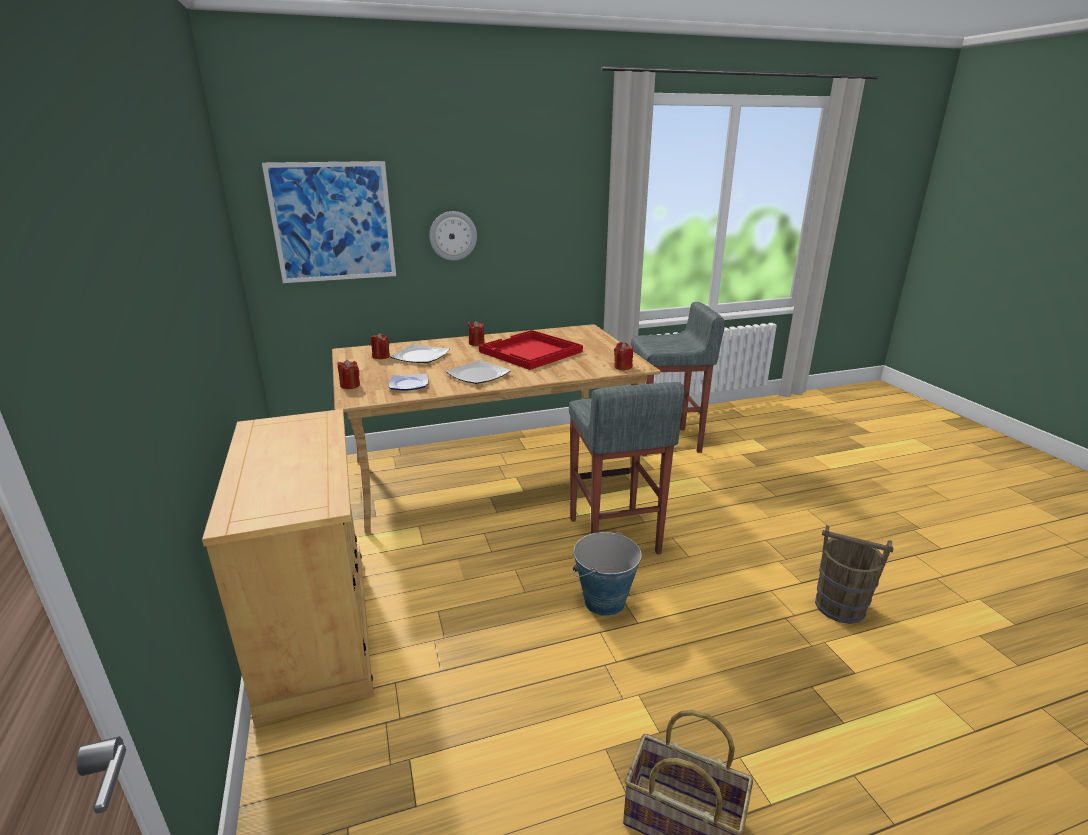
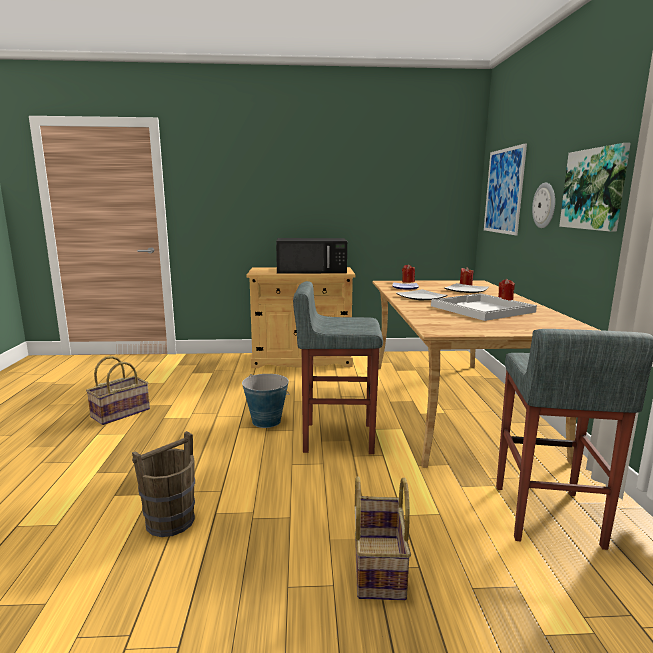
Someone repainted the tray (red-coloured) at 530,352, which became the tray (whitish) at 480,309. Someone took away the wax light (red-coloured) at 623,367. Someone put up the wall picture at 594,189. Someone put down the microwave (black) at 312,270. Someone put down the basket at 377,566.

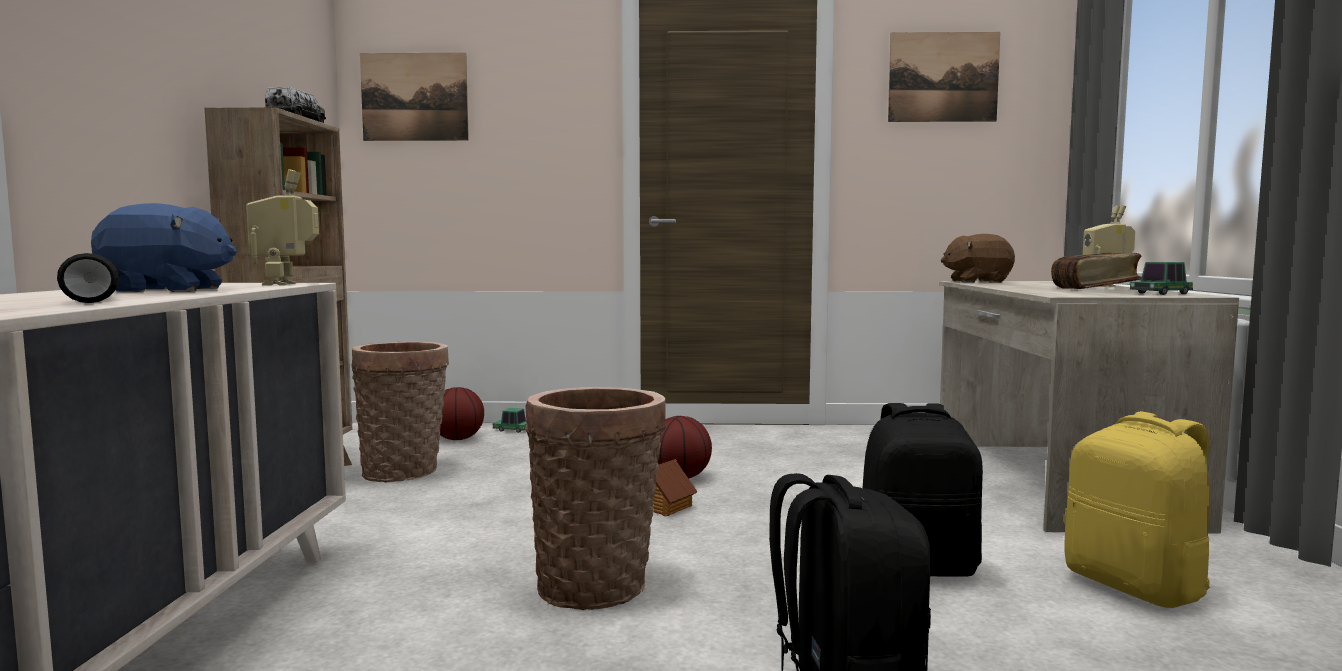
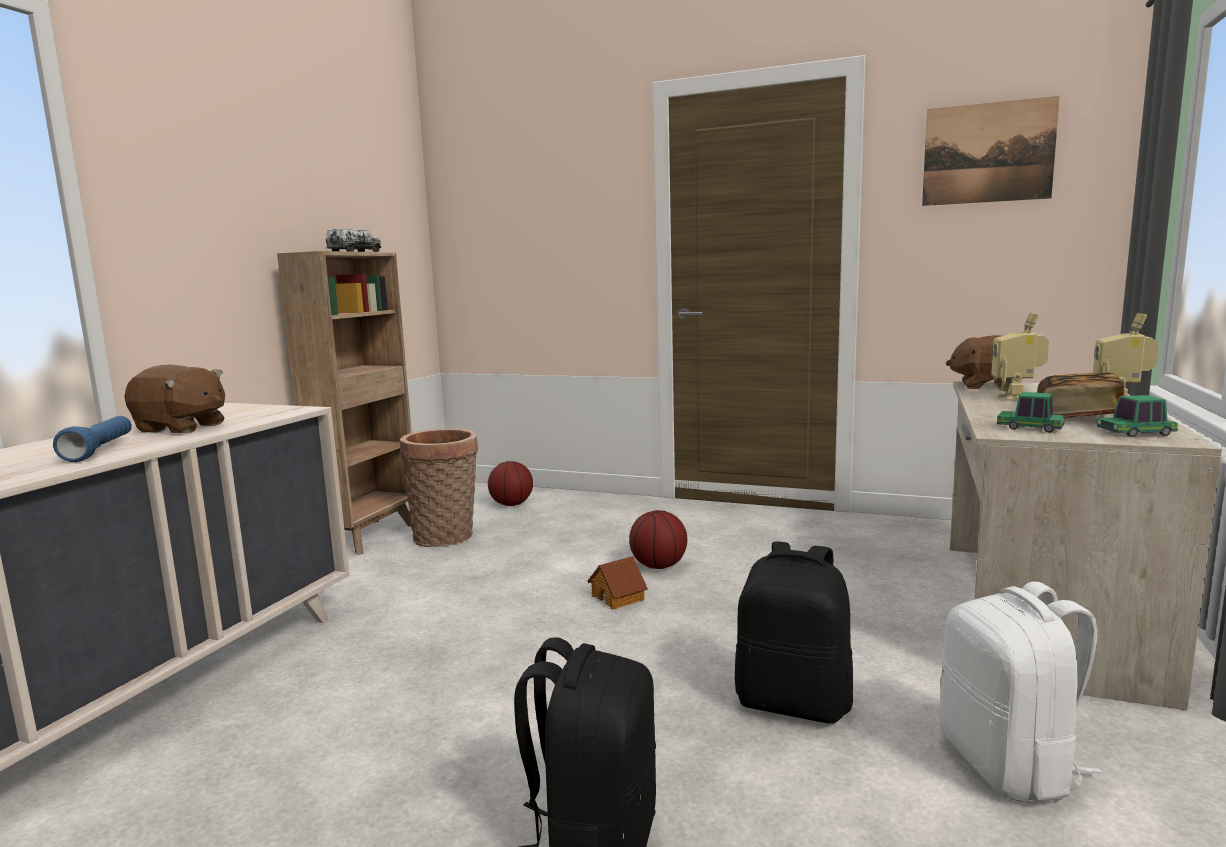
Someone took away the wall picture at 414,97. Someone carried the toy robot from 287,284 to 1016,398. Someone repainted the plush toy (blue) at 167,290, which became the plush toy (brownish) at 181,428. Someone repainted the hand torch (black) at 97,299, which became the hand torch (blue) at 100,450. Someone took away the basket at 597,584. Someone carried the toy car from 512,430 to 1030,428. Someone repainted the knapsack (yellow) at 1136,586, which became the knapsack (whitish) at 1010,766.

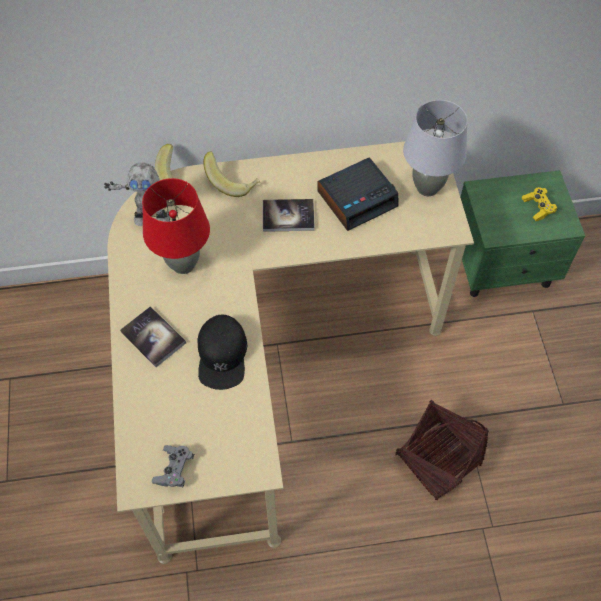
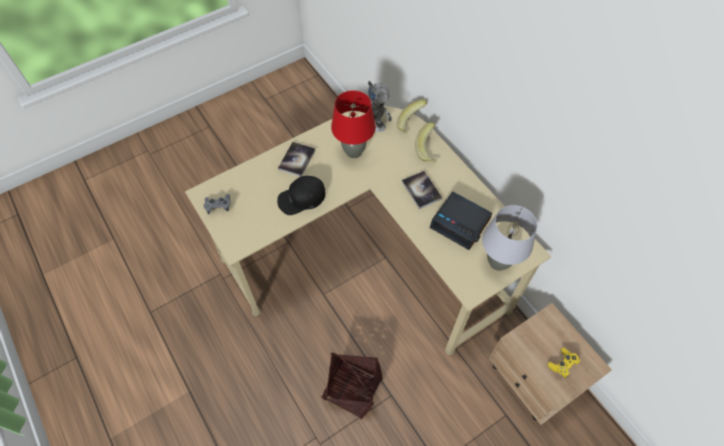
Someone repainted the night table (green-coloured) at 504,265, which became the night table (beige-coloured) at 533,379.

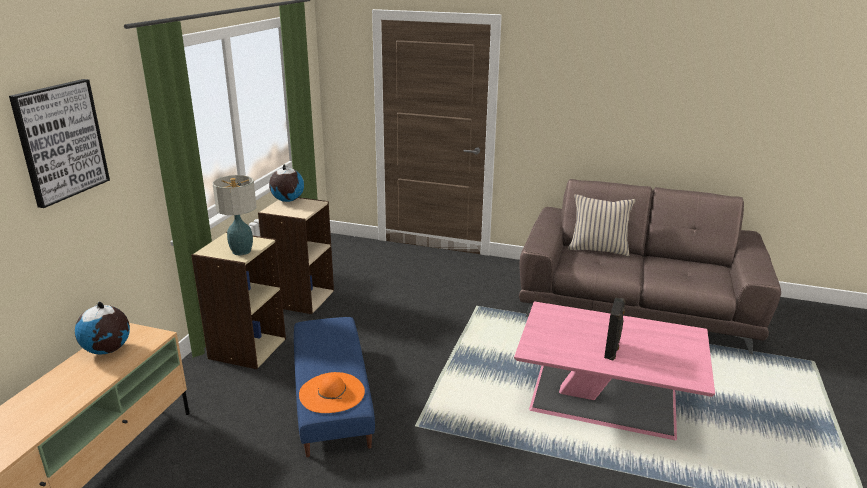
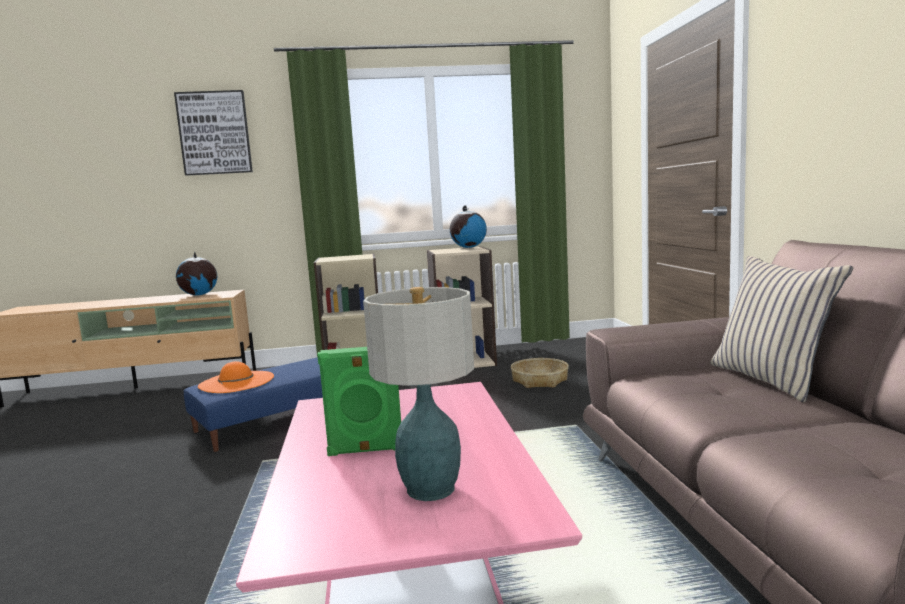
Someone carried the tabletop lamp from 241,251 to 432,489. Someone repainted the speaker (black) at 612,350, which became the speaker (green-coloured) at 366,450. Someone put down the basket at 540,380.

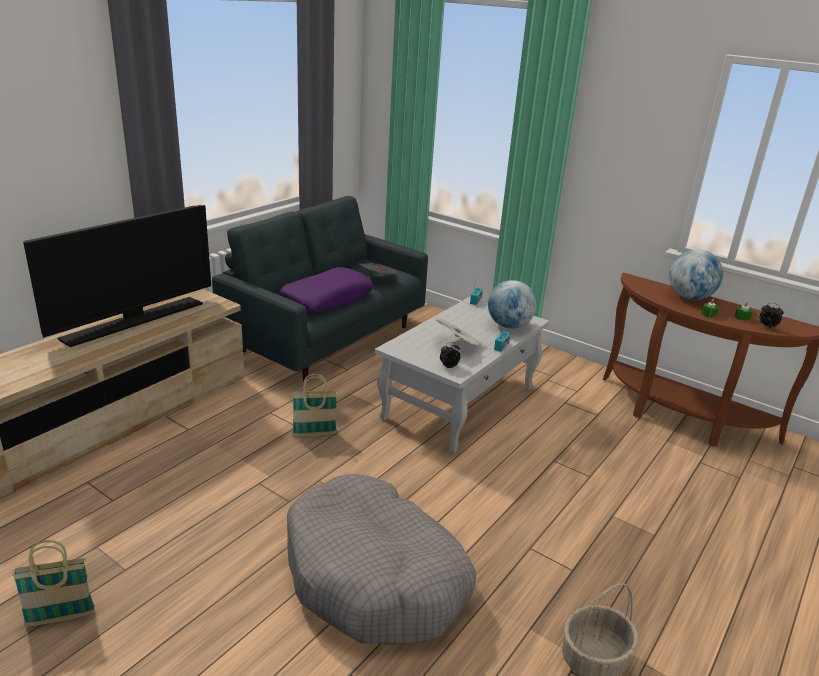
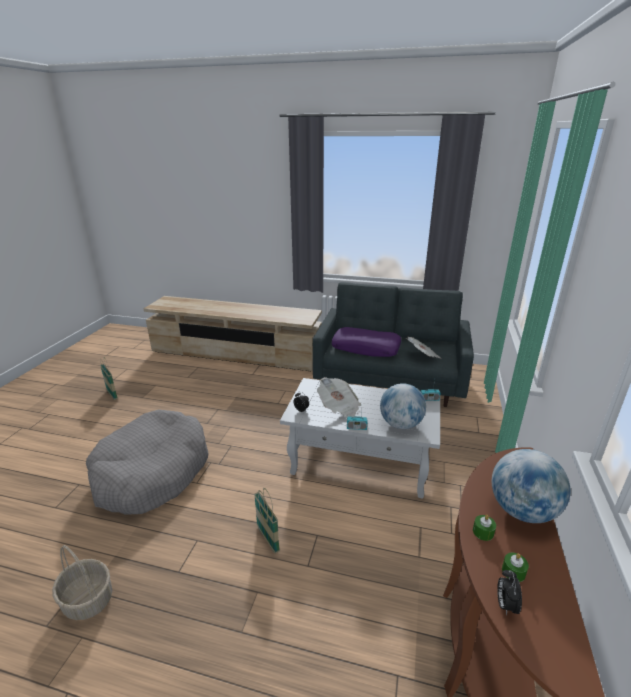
Someone took away the TV set at 134,320. Someone carried the basket from 314,434 to 268,538.

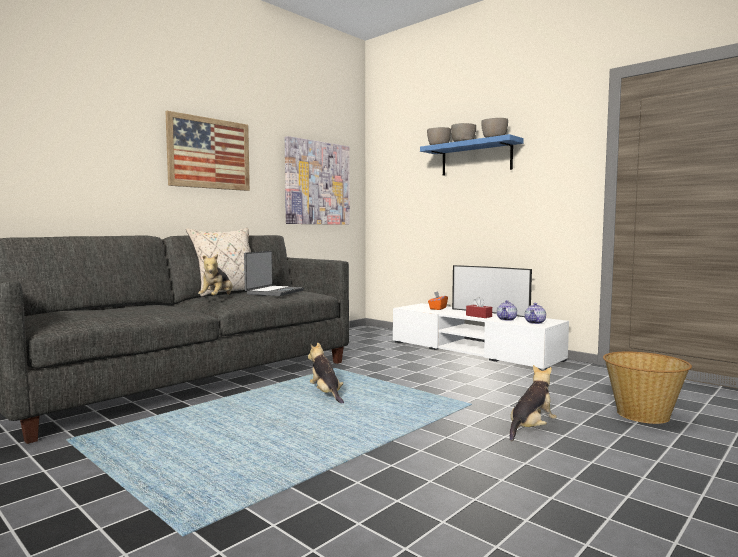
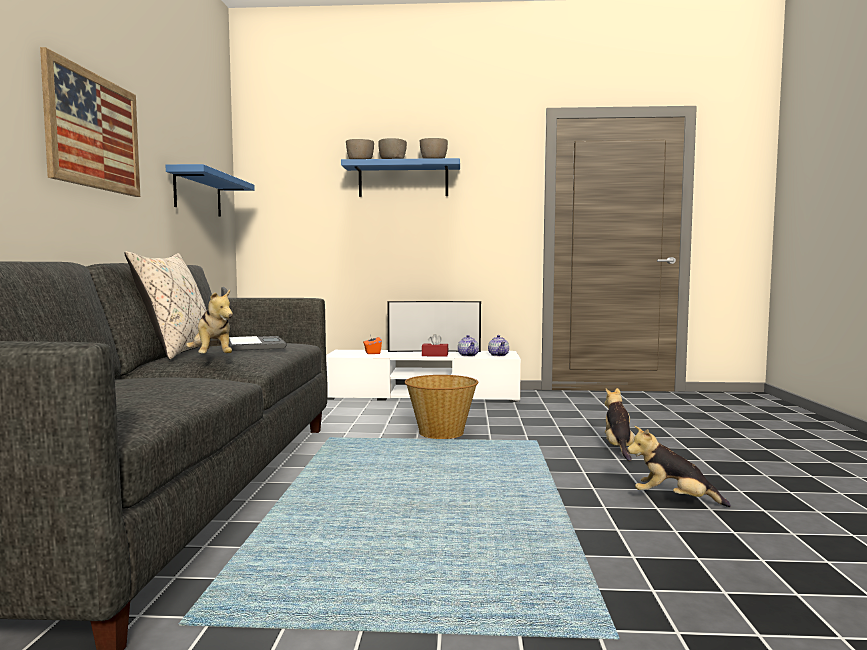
Someone swapped the wall picture at 317,183 for the wall shelf (blue) at 198,194. Someone carried the plush toy from 326,394 to 673,500. Someone carried the basket from 643,414 to 441,432.

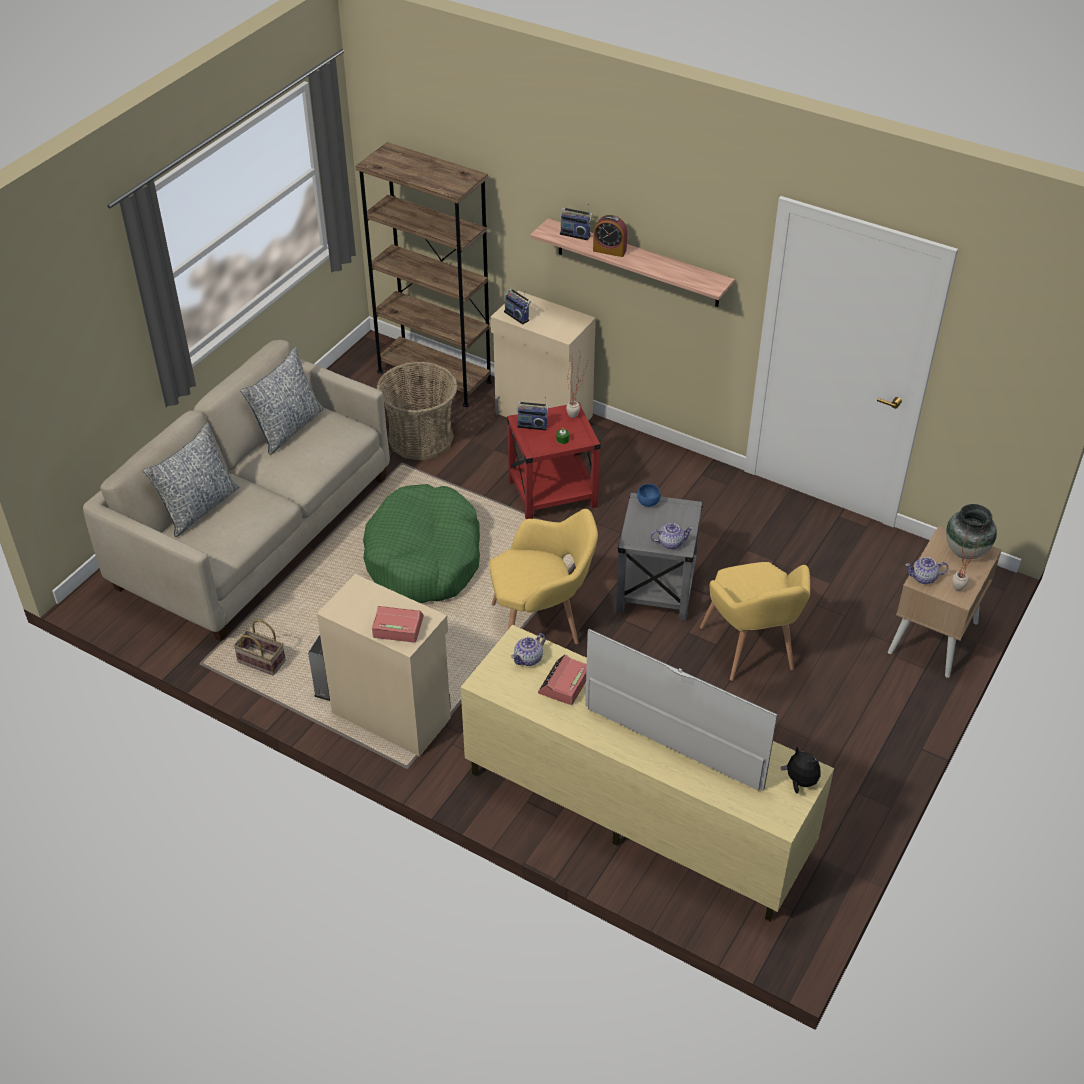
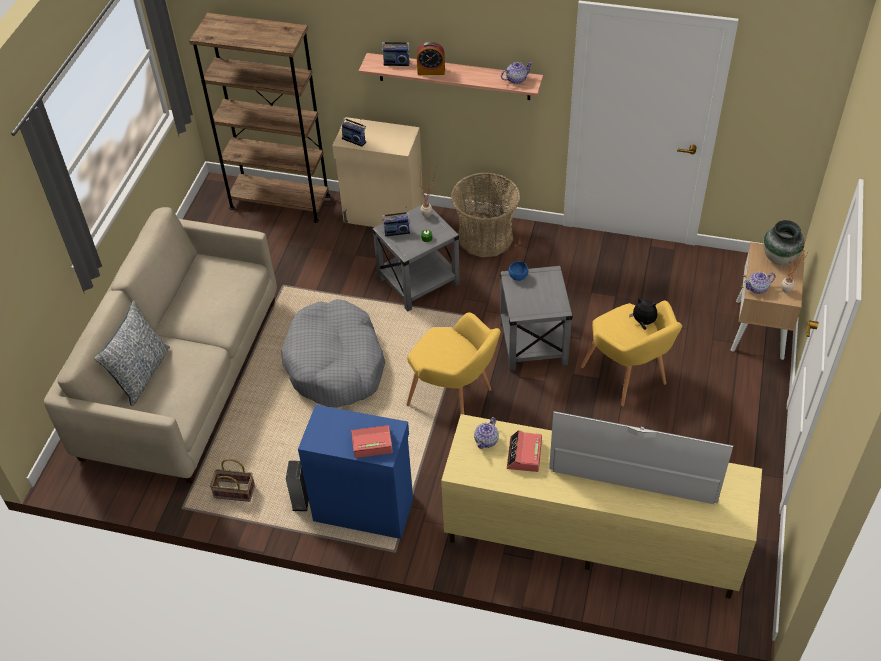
Someone took away the pillow at 288,428. Someone carried the basket from 420,438 to 485,237. Someone repainted the accent table (red-coloured) at 553,493, which became the accent table (grey) at 419,281. Someone repainted the dog cushion (green-coloured) at 424,558, which became the dog cushion (grey) at 335,364. Someone rotated the armchair (yellow) at 542,625 by 60 degrees clockwise. Someone carried the teapot from 670,543 to 516,79. Someone repainted the cabinet (beige-coloured) at 392,714, which became the cabinet (blue) at 363,508. Someone carried the plush toy from 800,782 to 643,322.

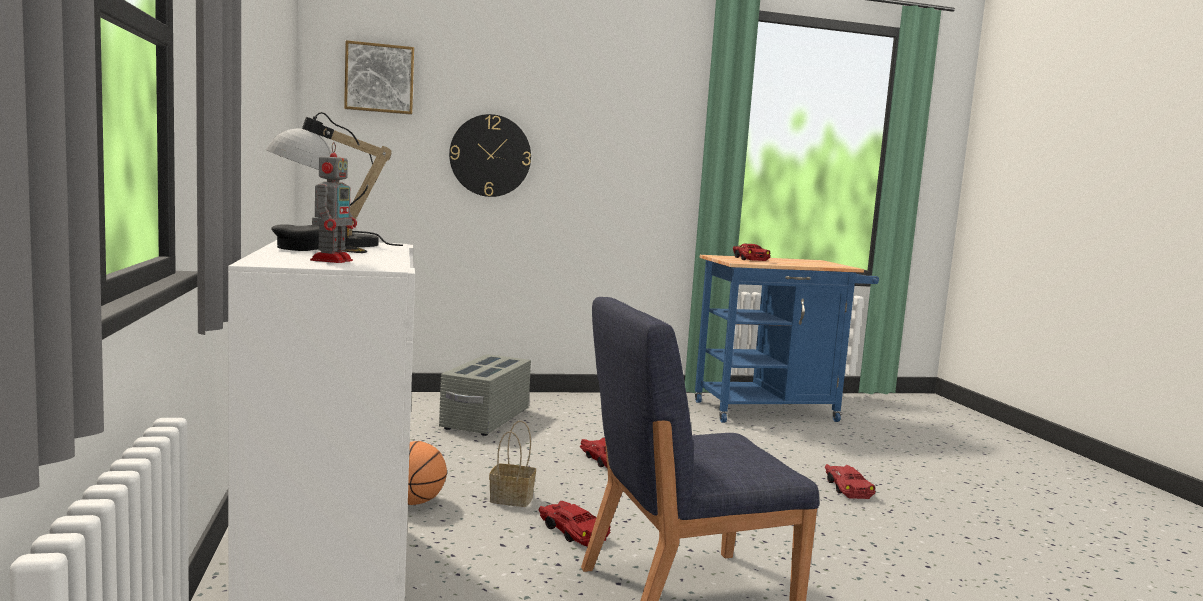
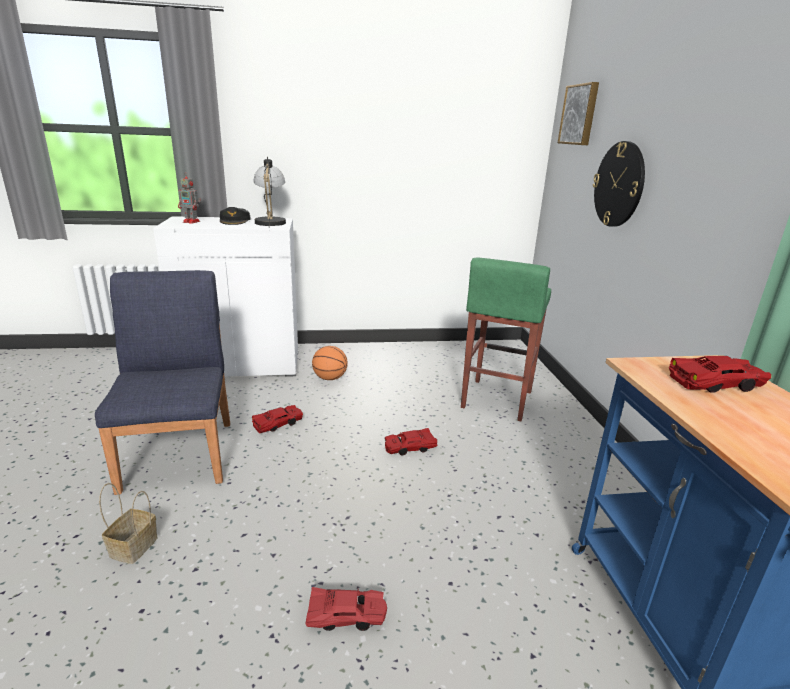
Someone swapped the storage box (grey) at 485,419 for the stool (green-coloured) at 495,399. Someone carried the basket from 513,499 to 133,548.

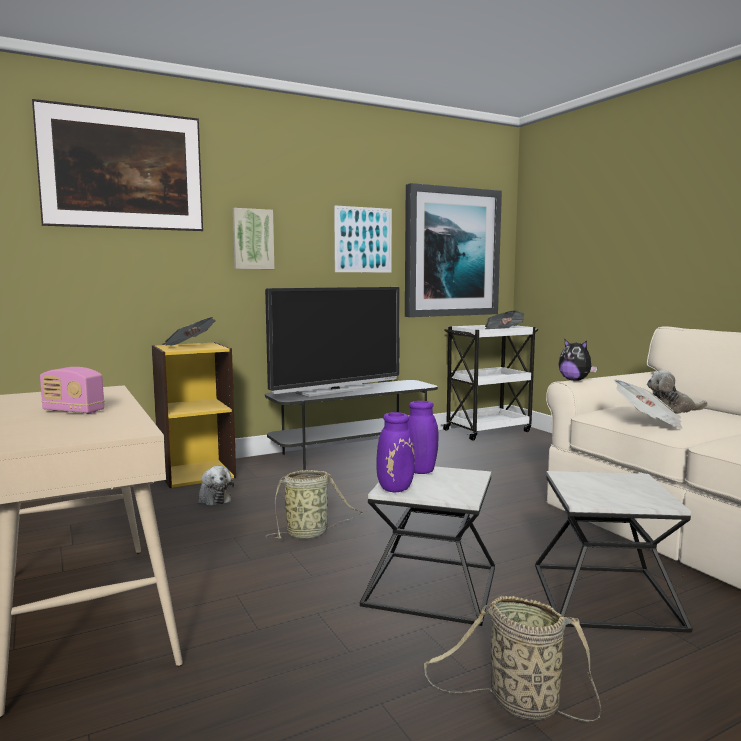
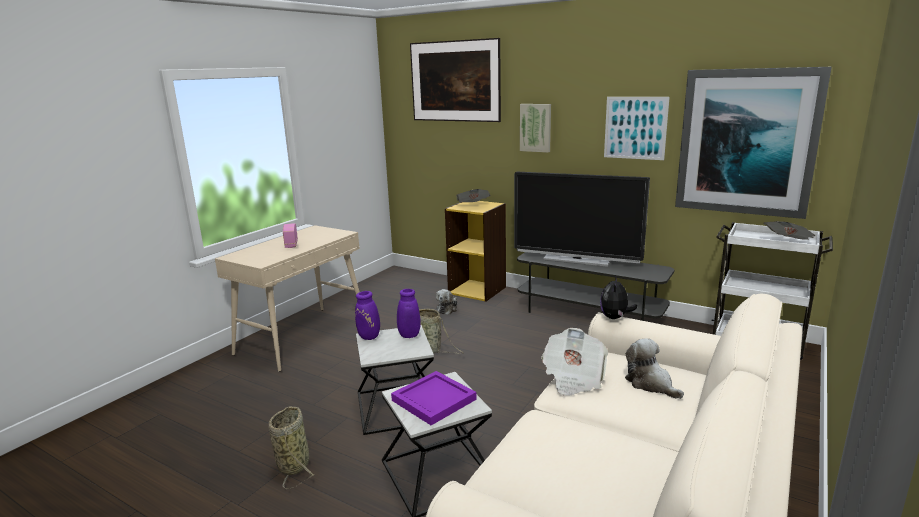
Someone put down the tray (purple) at 435,400.

